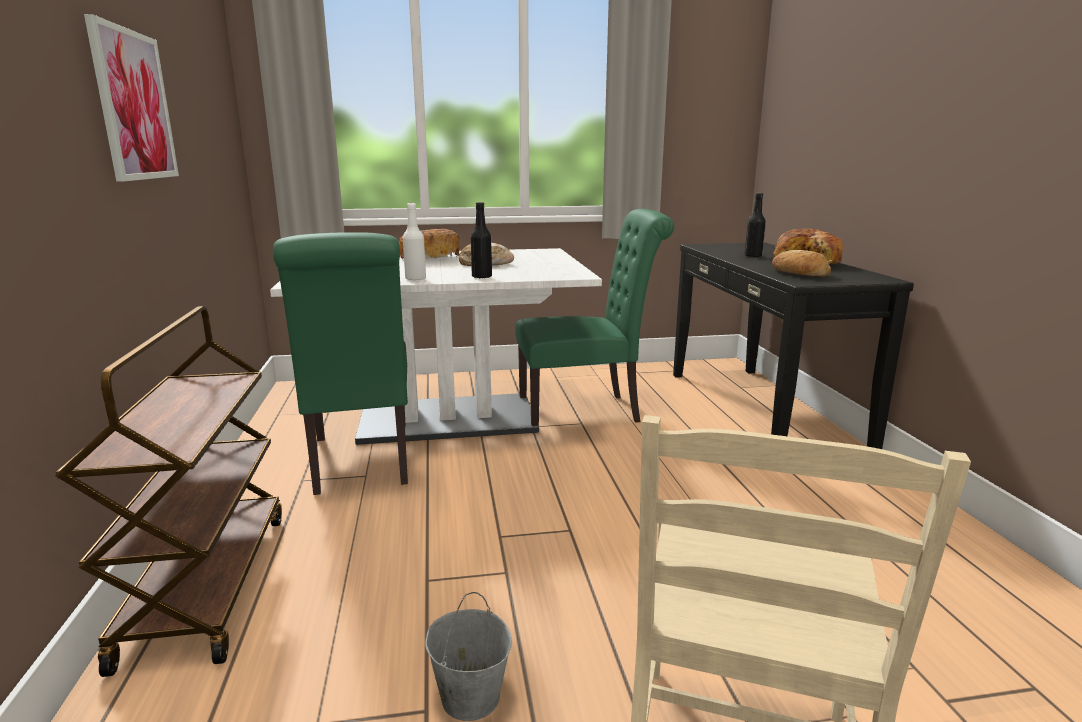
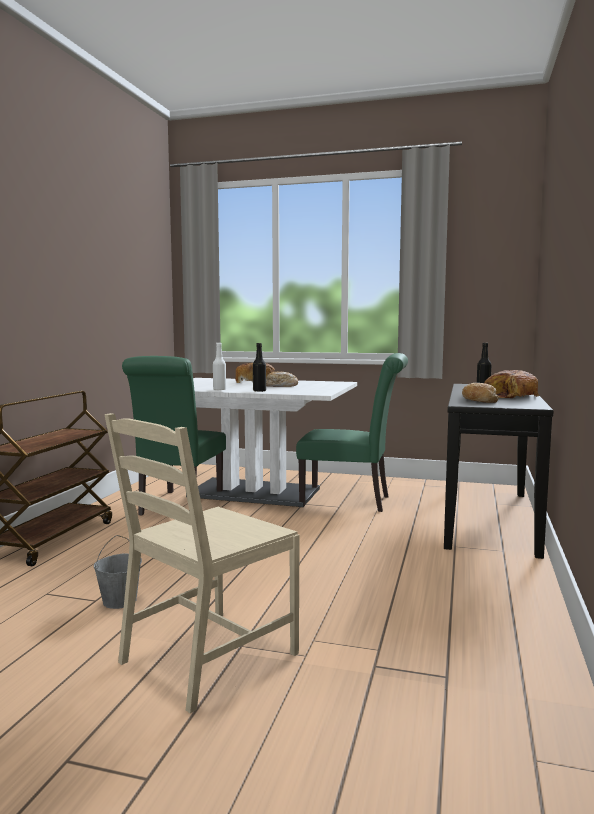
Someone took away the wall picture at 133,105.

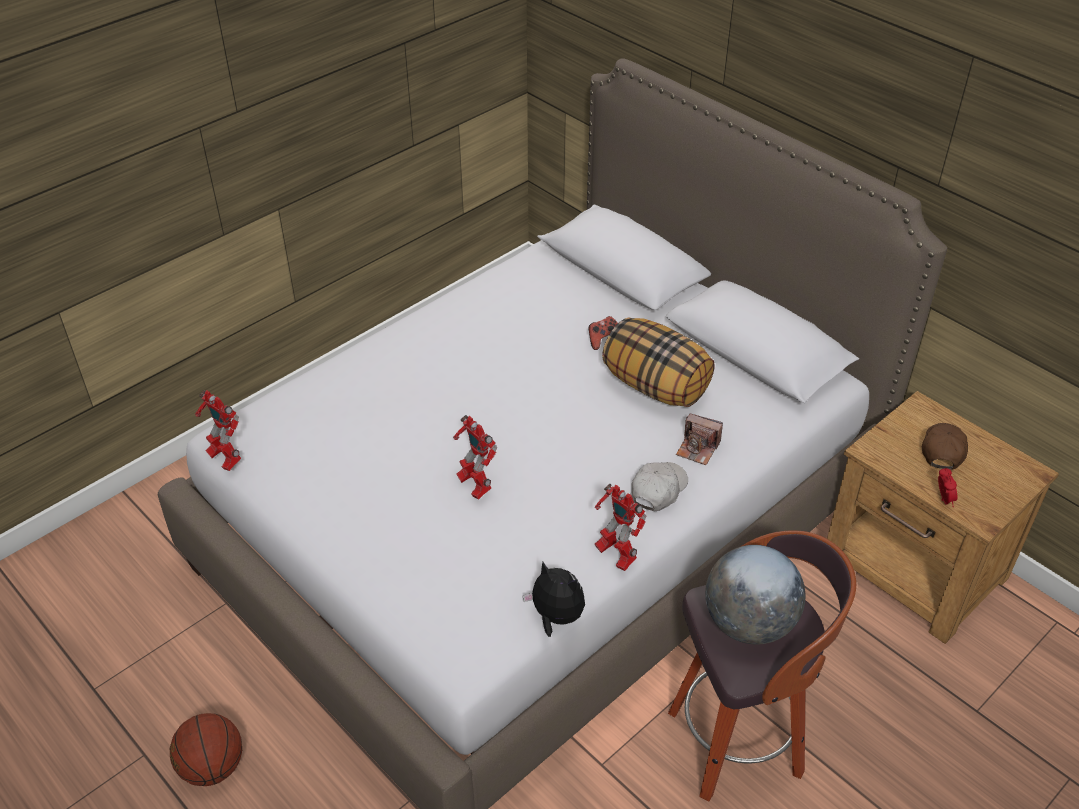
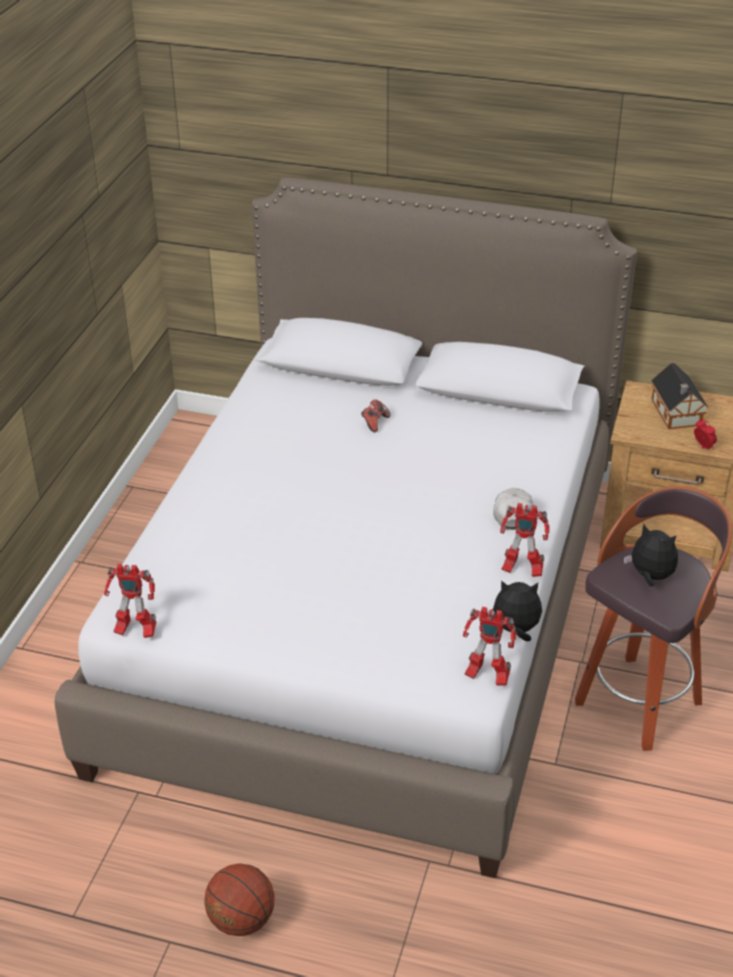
Someone took away the pillow at 656,386. Someone took away the photo camera at 698,449. Someone carried the toy robot from 474,485 to 486,676. Someone swapped the cap (brownish) at 943,449 for the model house at 676,414. Someone swapped the desk globe at 748,623 for the plush toy at 650,577.

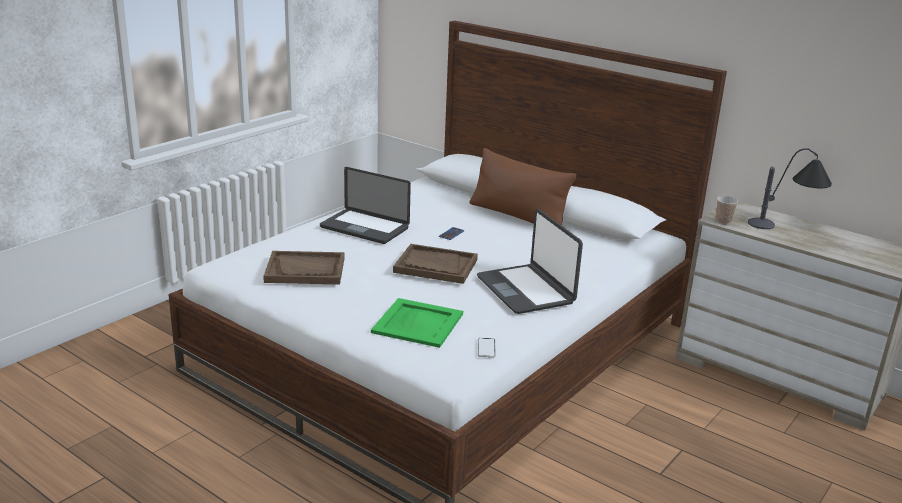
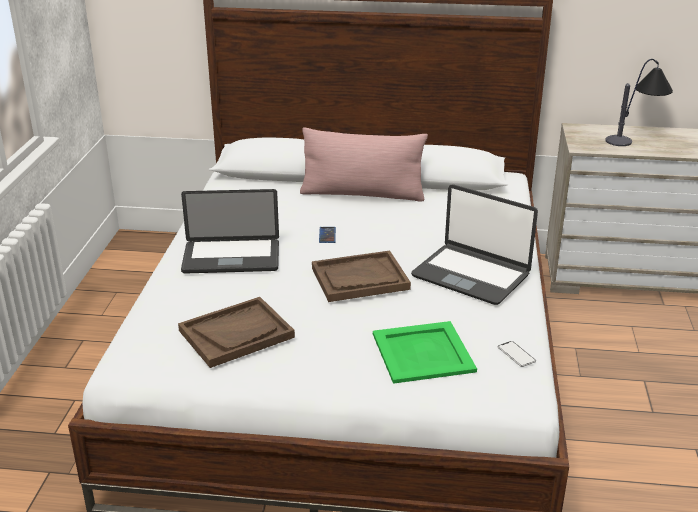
Someone repainted the pillow (brownish) at 518,216, which became the pillow (pink) at 362,194. Someone took away the small cup at 723,221.

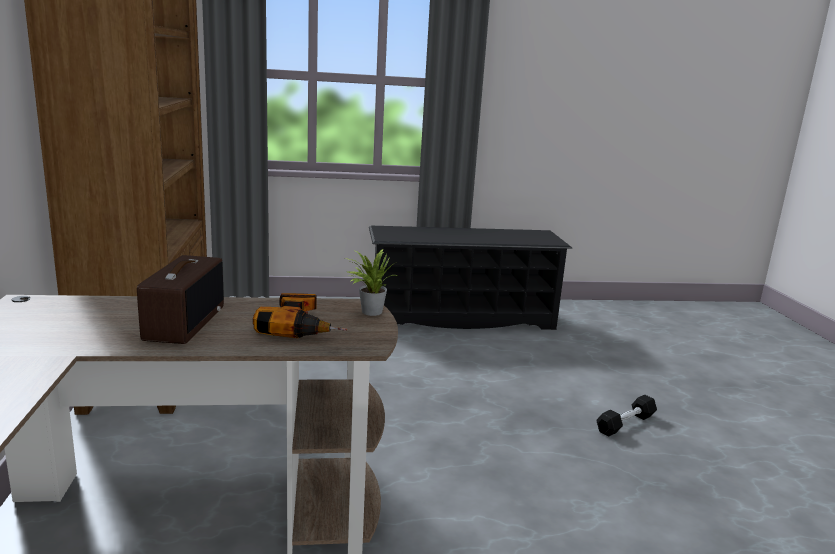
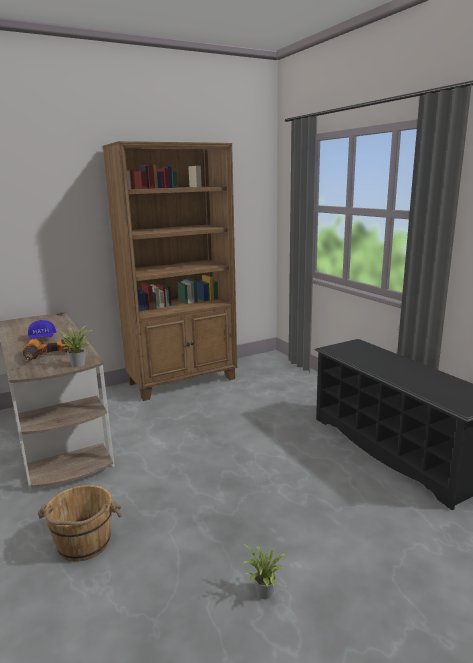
Someone swapped the radio set at 184,322 for the cap (blue) at 42,338. Someone swapped the free weight (black) at 625,423 for the houseplant at 264,594. Someone put down the water bucket (brownish) at 83,543.

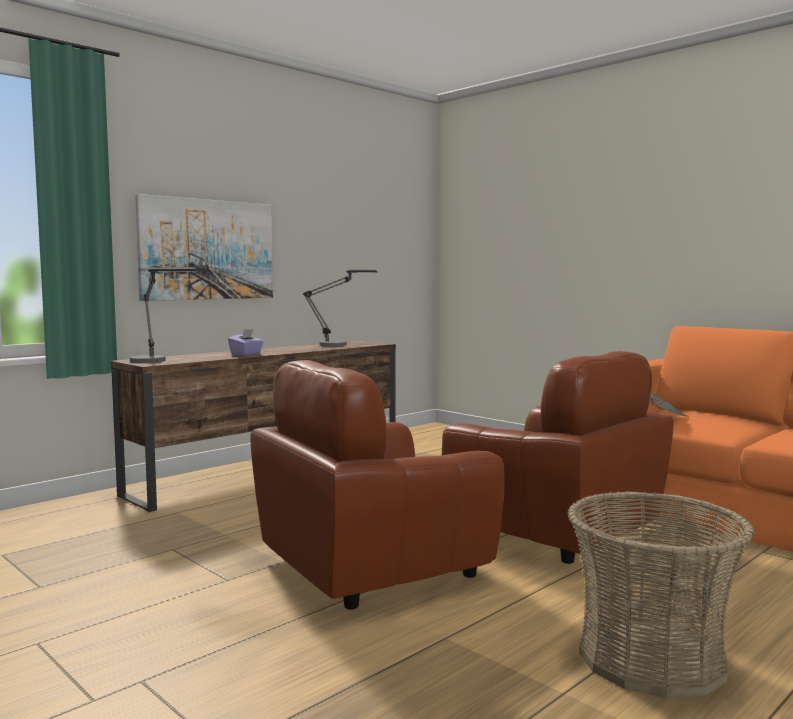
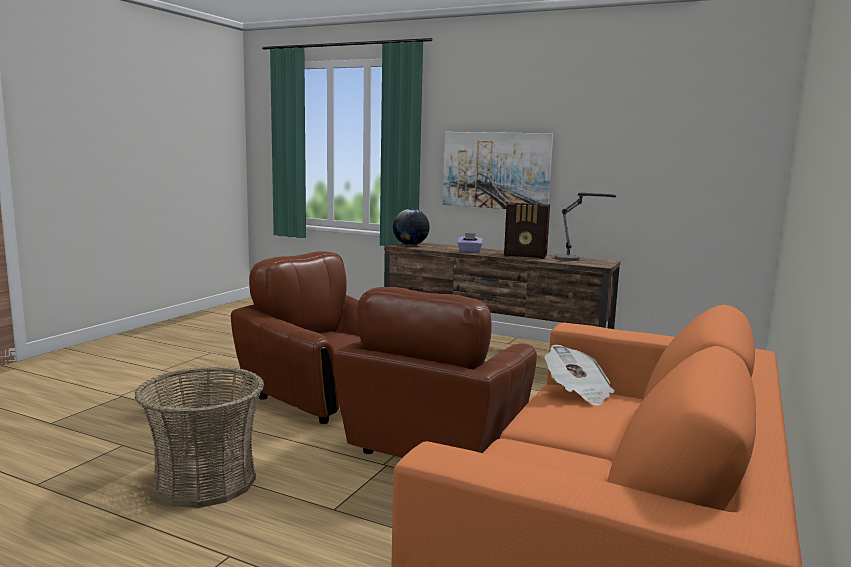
Someone swapped the tabletop lamp at 157,361 for the desk globe at 410,245. Someone put down the radio set at 526,256.

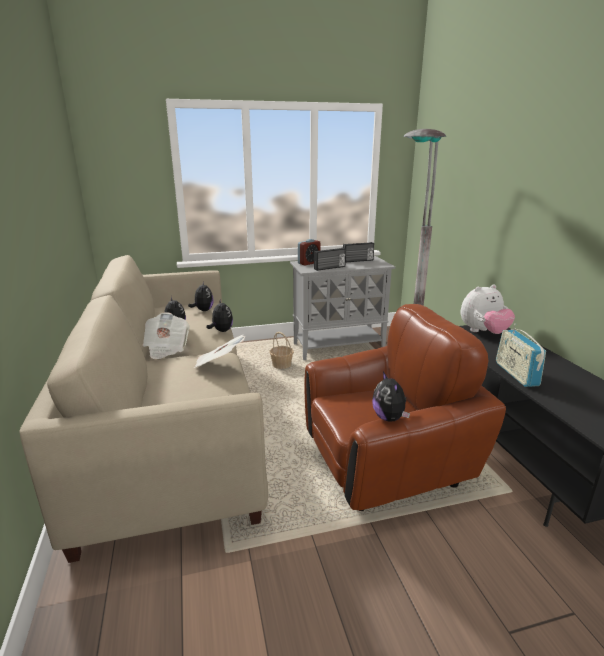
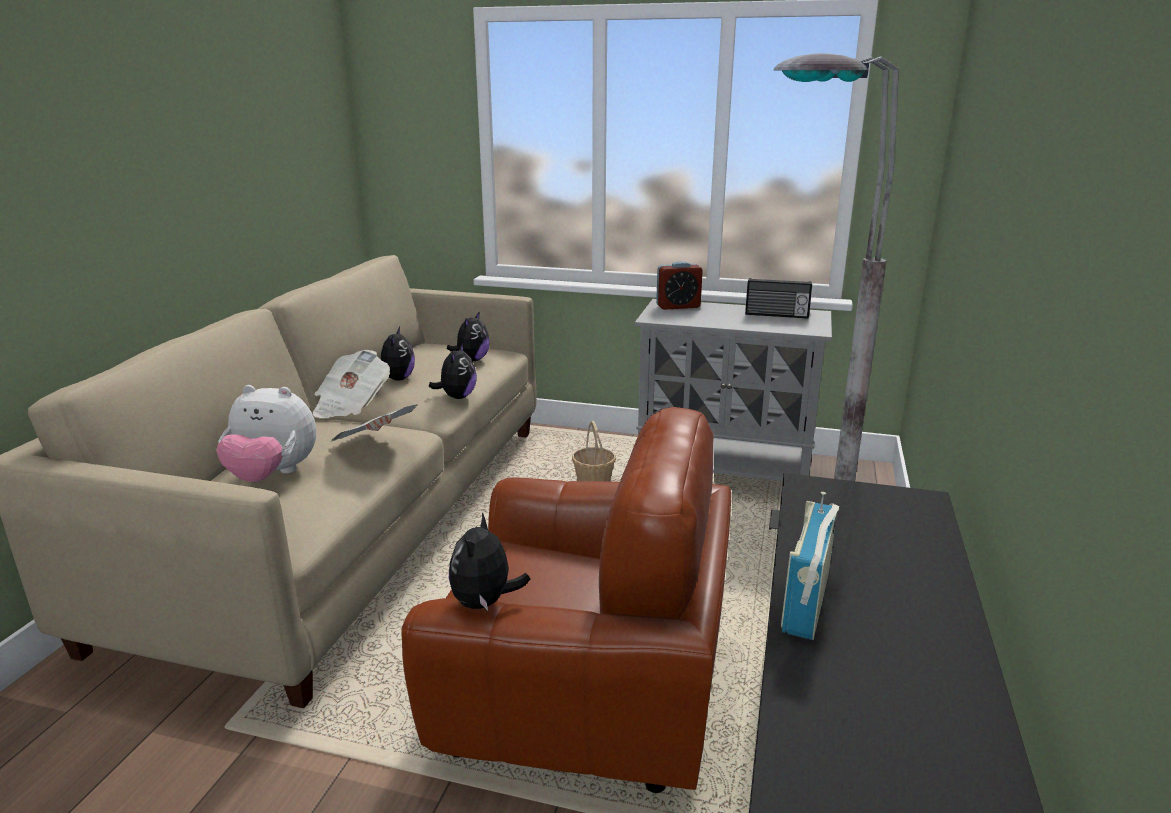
Someone took away the radio set at 330,268. Someone carried the plush toy from 483,332 to 272,475.

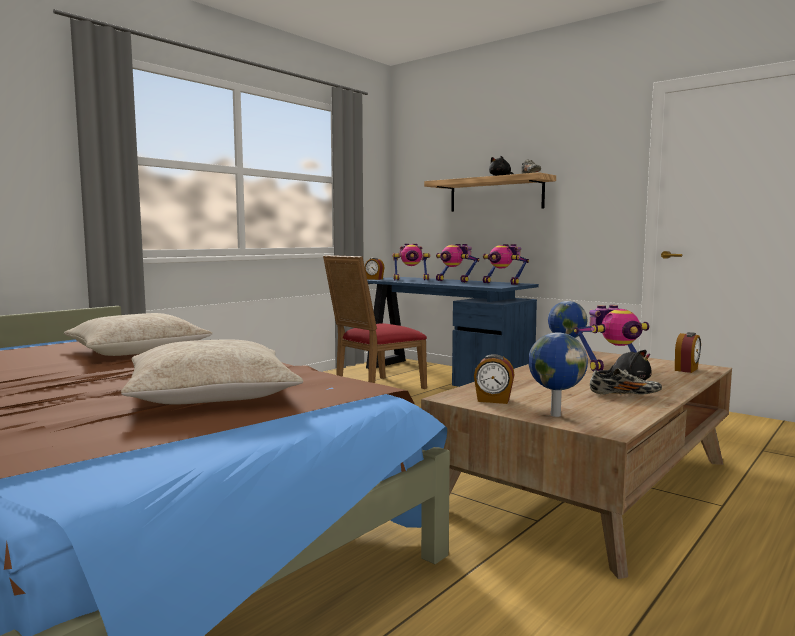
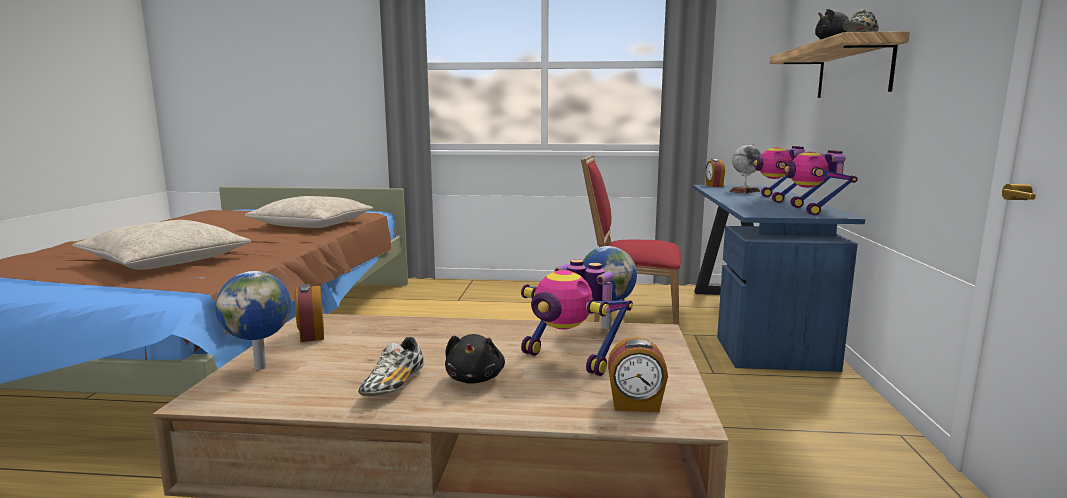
Someone swapped the toy robot at 411,280 for the desk globe at 744,191. Someone rotated the low shoe at 624,395 by 45 degrees clockwise.

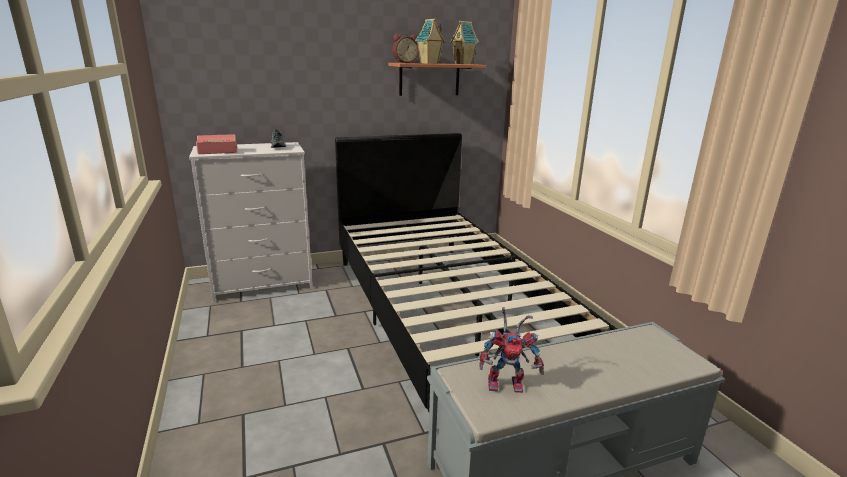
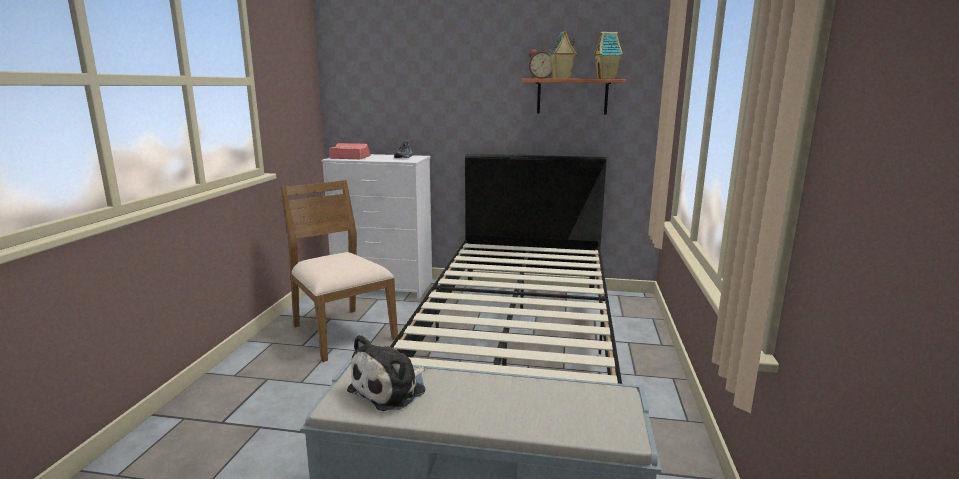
Someone swapped the toy robot at 508,383 for the plush toy at 391,389. Someone put down the plain chair (brownish) at 341,332.

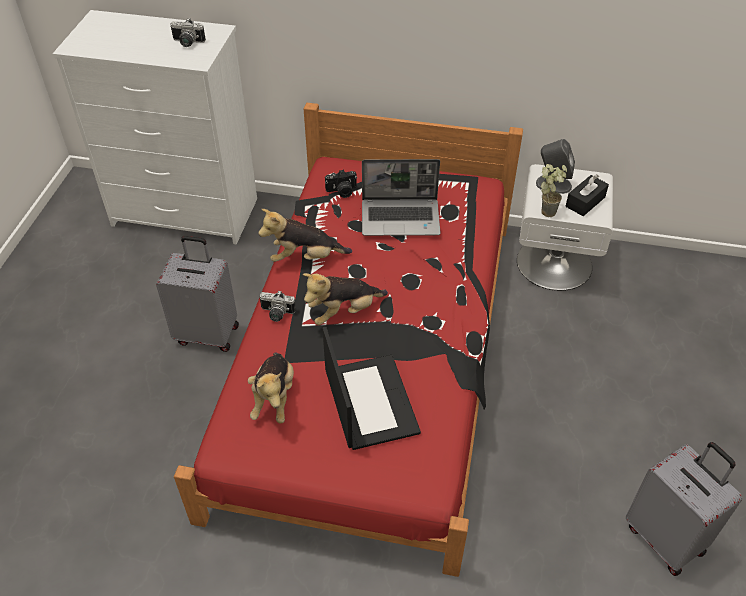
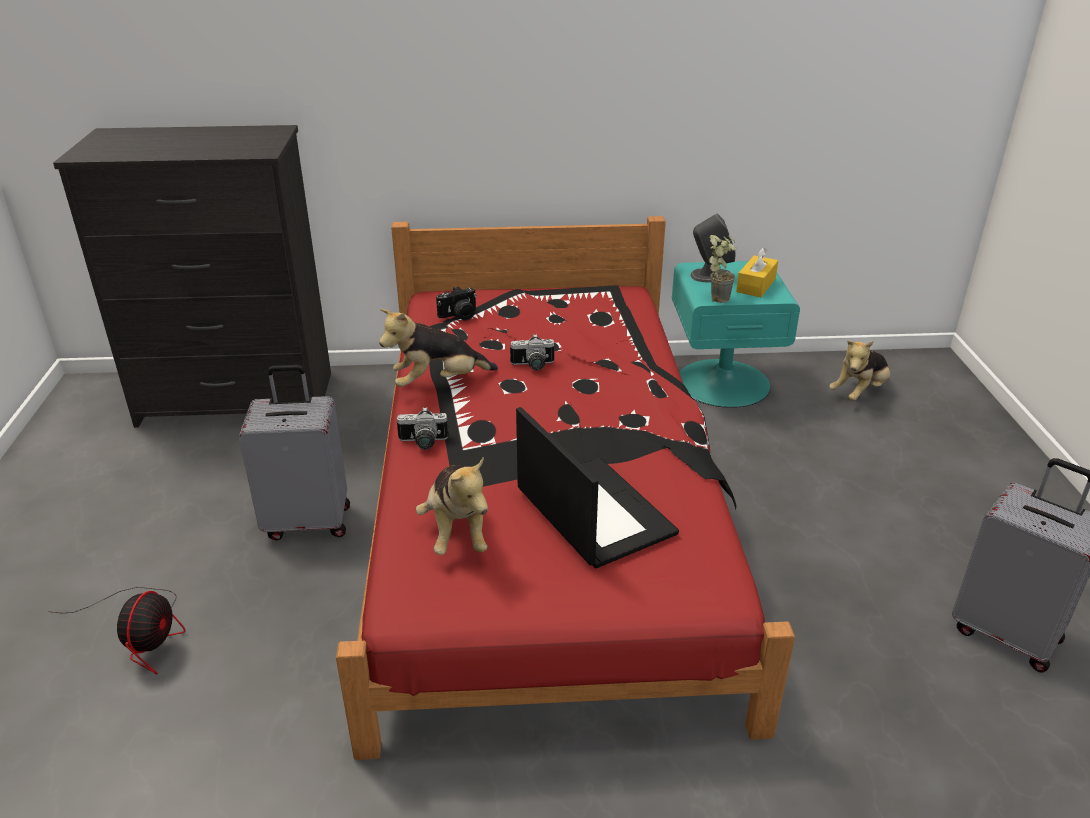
Someone repainted the chest of drawers (whitish) at 186,213, which became the chest of drawers (black) at 238,399. Someone carried the photo camera from 187,43 to 533,366. Someone took away the notebook computer at 401,218. Someone repainted the night table (whitish) at 554,262, which became the night table (turquoise-coloured) at 723,382. Someone repainted the box of tissues (black) at 585,202, which became the box of tissues (yellow) at 756,285. Someone carried the plush toy from 344,312 to 859,392. Someone put down the fan at 144,633.

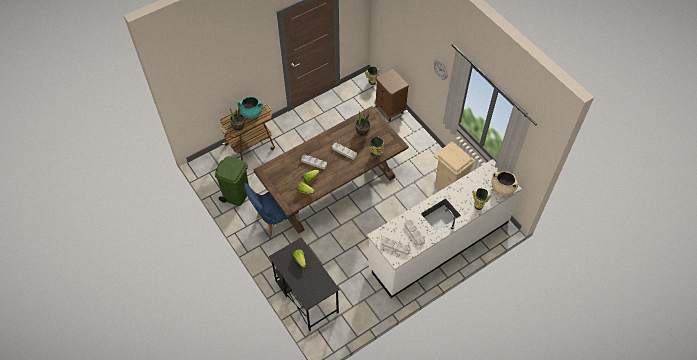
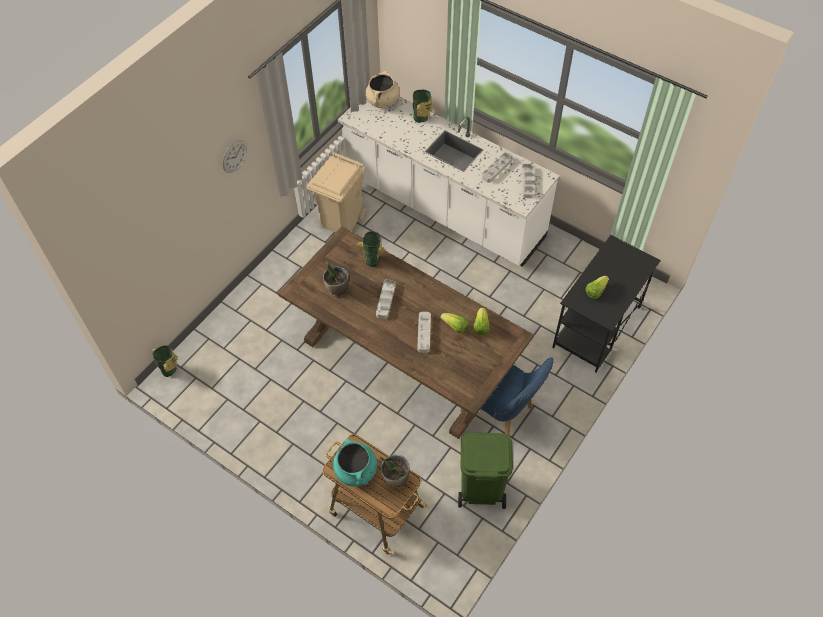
Someone took away the night table (brownish) at 389,109.

